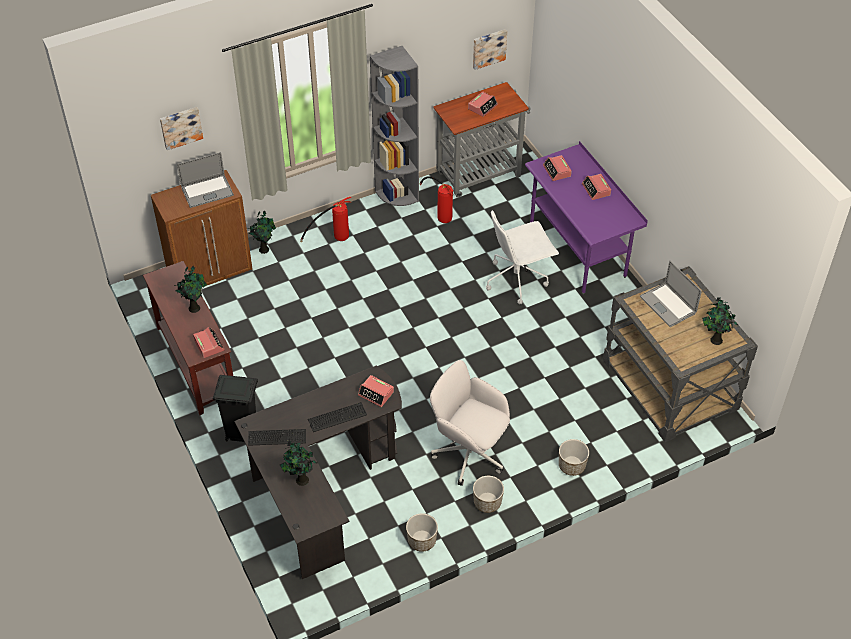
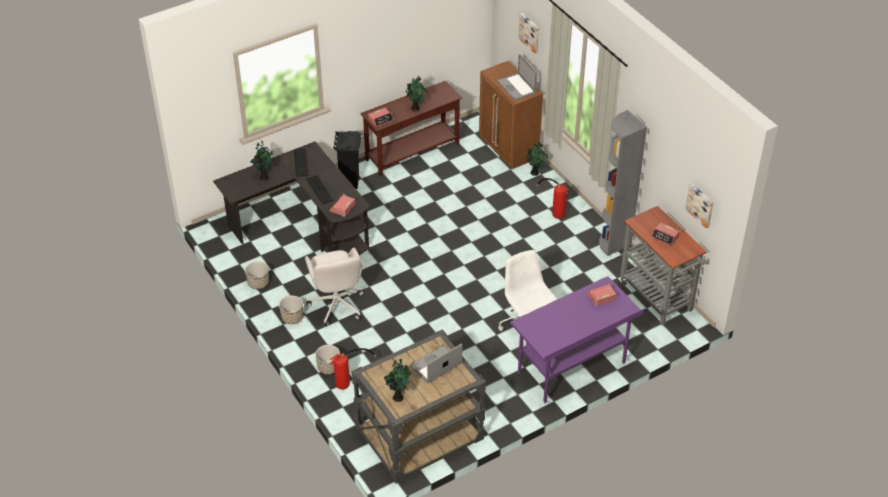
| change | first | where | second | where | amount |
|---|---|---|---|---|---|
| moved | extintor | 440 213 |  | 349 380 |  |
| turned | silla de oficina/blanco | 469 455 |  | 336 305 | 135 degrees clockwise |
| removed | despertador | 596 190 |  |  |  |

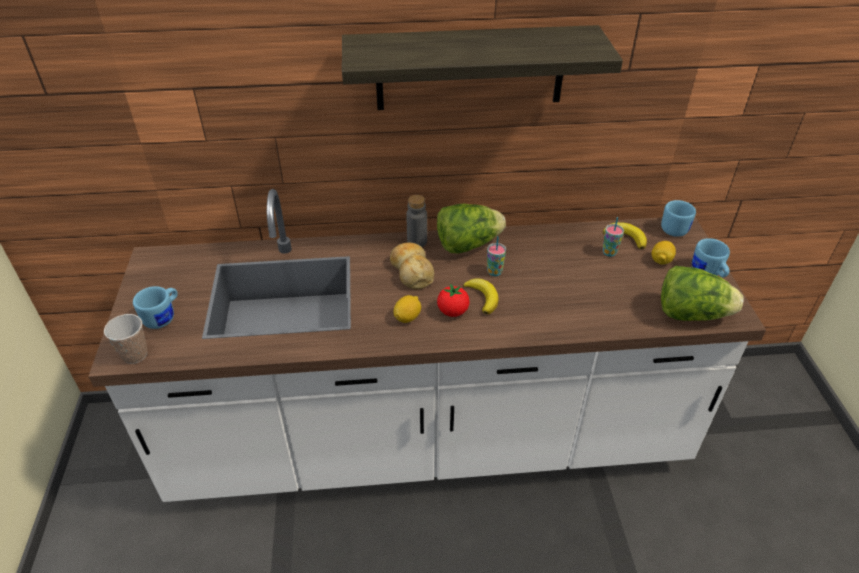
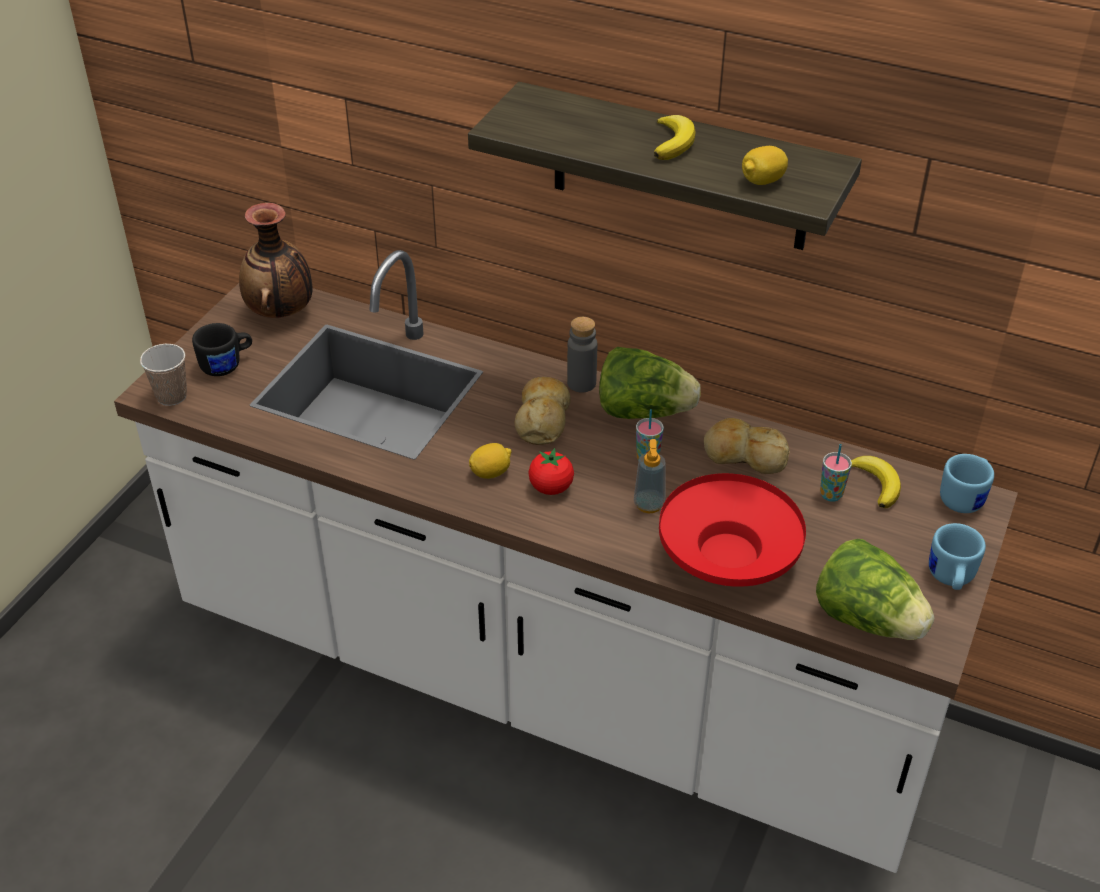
| change | first | where | second | where | amount |
|---|---|---|---|---|---|
| recoloured | taza grande/azul | 163 317 | taza grande/negro | 227 365 |  |
| moved | plátano | 482 297 |  | 673 142 |  |
| moved | limón | 661 261 |  | 762 181 |  |
| added |  |  | florero | 281 312 |  |
| added |  |  | dispensador de jabón | 649 504 |  |
| added |  |  | cuenco/rojo | 728 556 |  |
| added |  |  | pan | 745 456 |  |

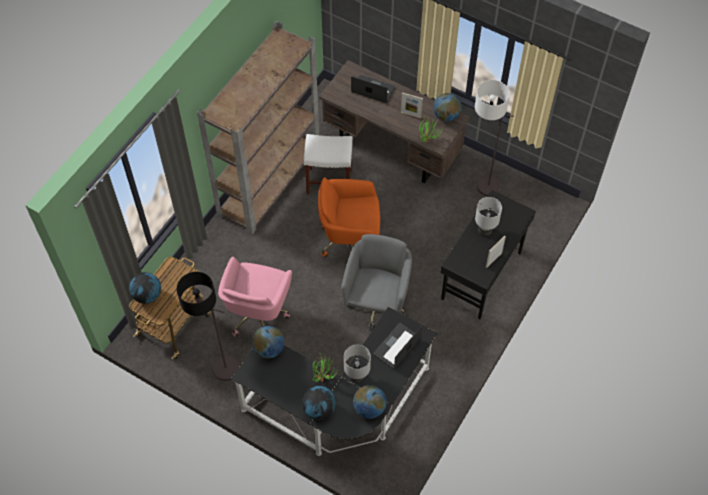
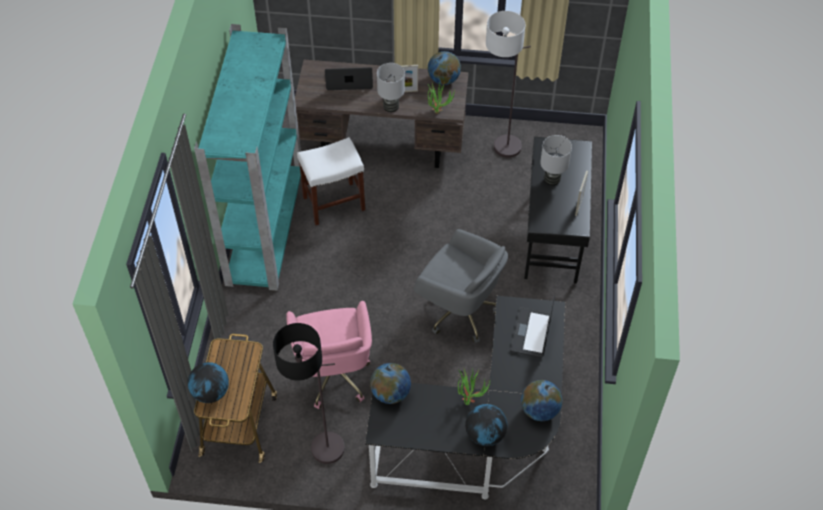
| change | first | where | second | where | amount |
|---|---|---|---|---|---|
| recoloured | estantería/marrón | 269 180 | estantería/turquesa | 265 226 |  |
| removed | silla de oficina/naranja | 350 241 |  |  |  |
| turned | silla de oficina/gris | 376 305 |  | 459 312 | 135 degrees clockwise |
| moved | lámpara de mesa/gris | 357 376 |  | 391 106 |  |

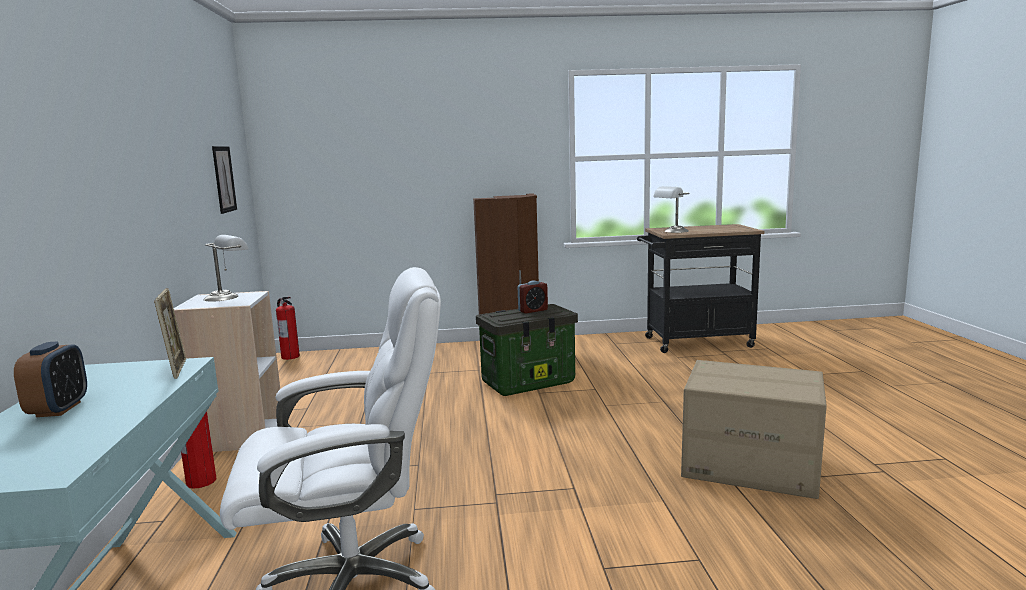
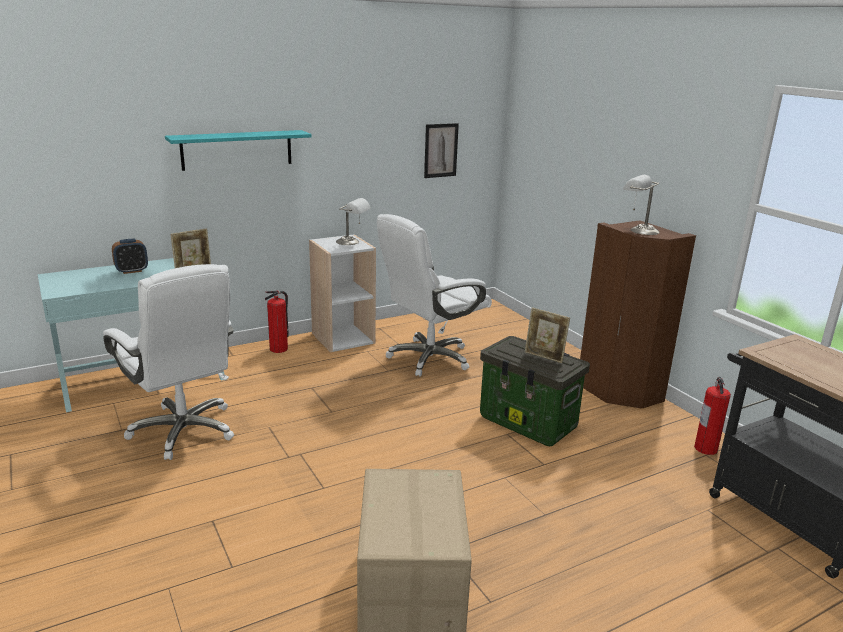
| change | first | where | second | where | amount |
|---|---|---|---|---|---|
| moved | extintor | 290 356 |  | 705 448 |  |
| replaced | despertador | 533 310 | portarretratos | 544 357 |  |
| moved | lámpara de mesa/blanco | 673 231 |  | 638 230 |  |
| added |  |  | estante/turquesa | 237 149 |  |
| added |  |  | silla de oficina/blanco | 431 357 |  |

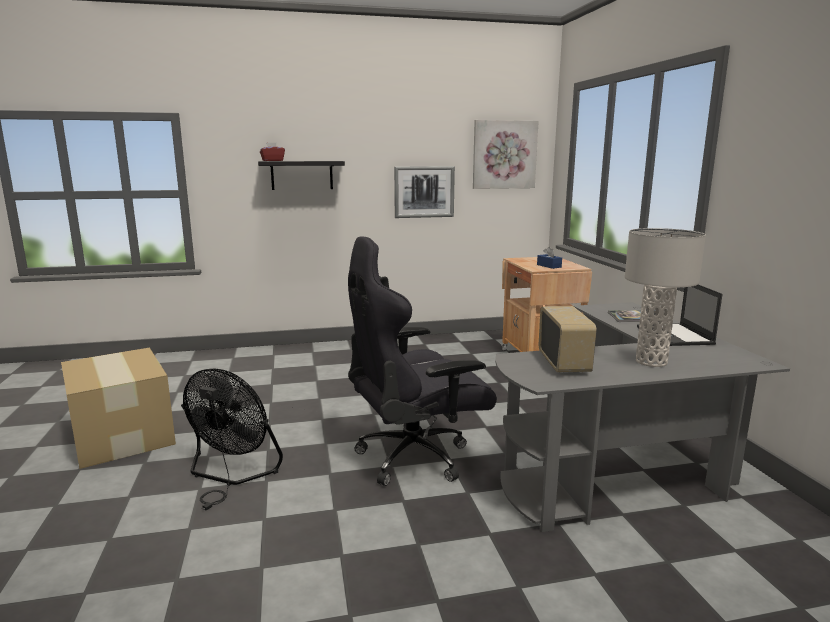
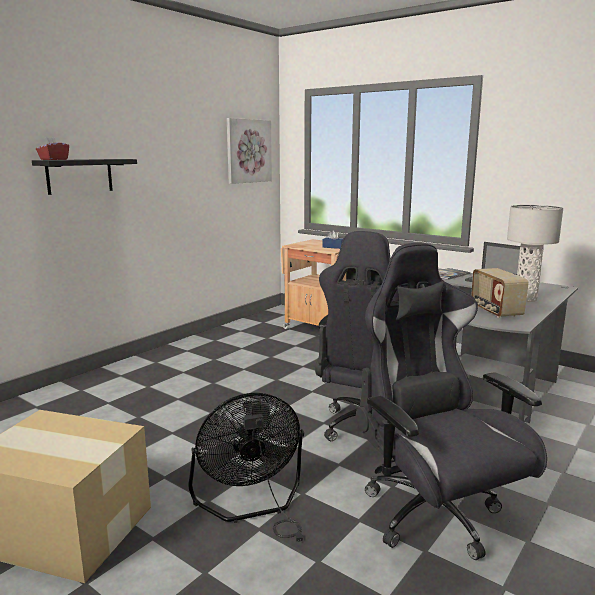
| change | first | where | second | where | amount |
|---|---|---|---|---|---|
| removed | cuadro | 424 192 |  |  |  |
| turned | radio | 564 363 |  | 495 311 | 150 degrees counterclockwise |
| added |  |  | silla de oficina/negro | 437 520 |  |

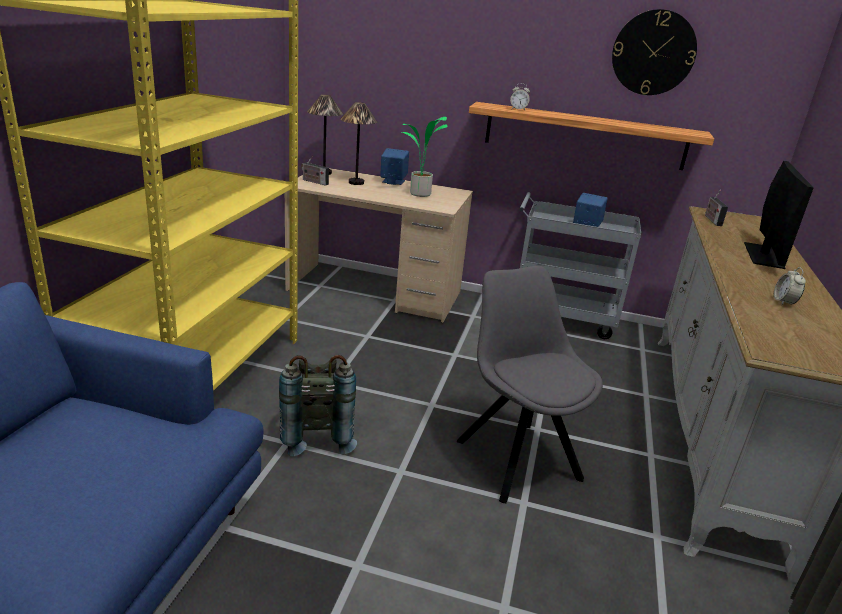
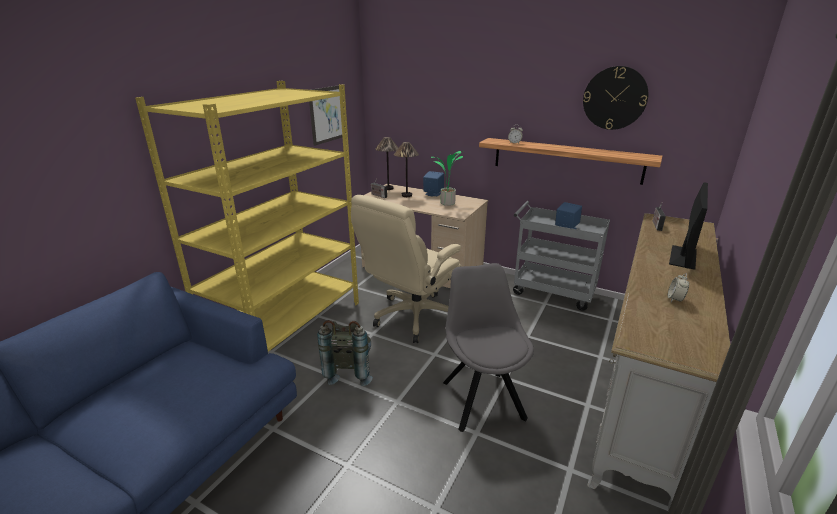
| change | first | where | second | where | amount |
|---|---|---|---|---|---|
| added |  |  | cuadro | 327 114 |  |
| added |  |  | silla de oficina/beis | 411 319 |  |

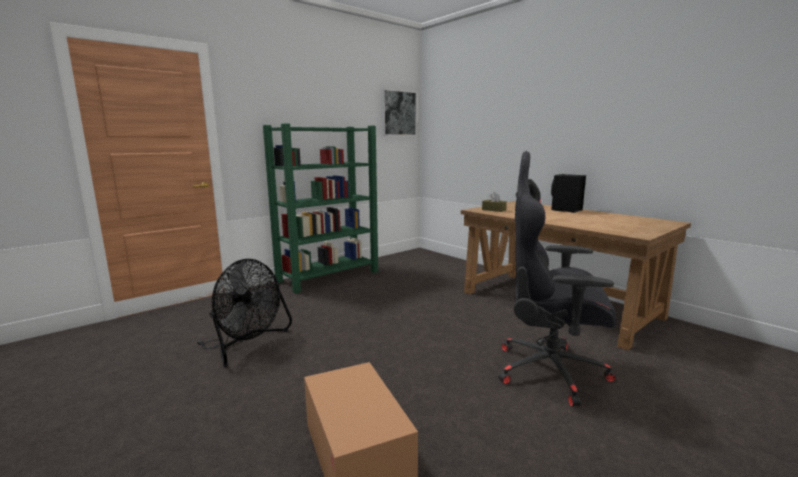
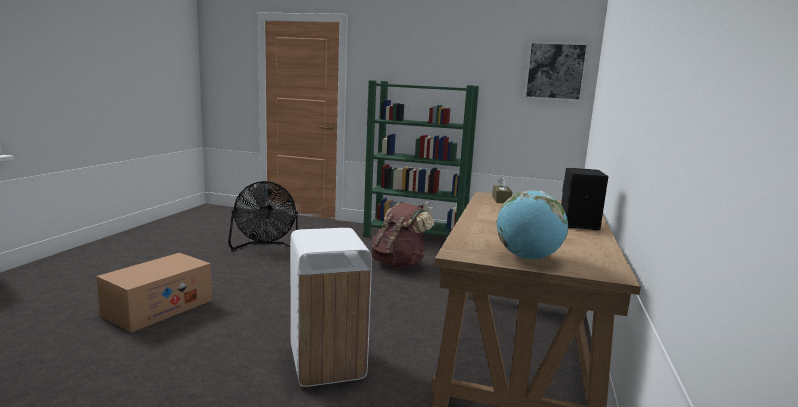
| change | first | where | second | where | amount |
|---|---|---|---|---|---|
| replaced | silla de oficina/negro | 551 371 | papelera/blanco | 327 362 |  |
| added |  |  | mochila/marrón | 398 263 |  |
| added |  |  | globo terráqueo | 528 258 |  |

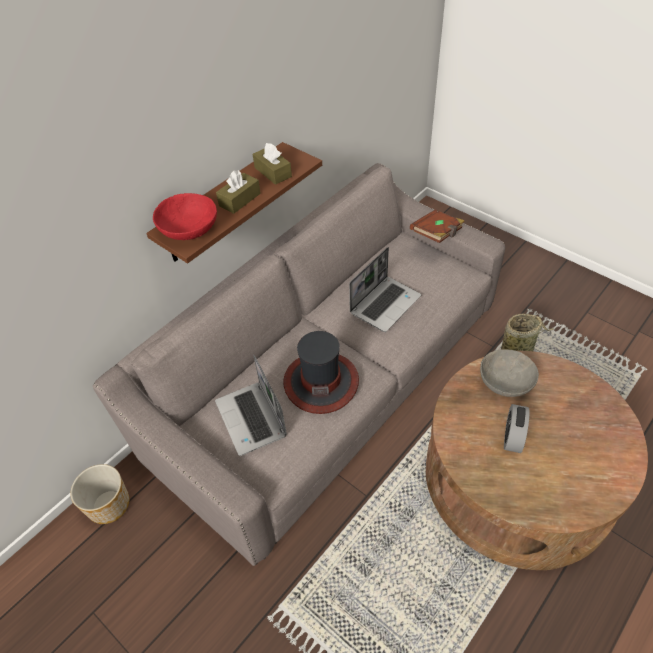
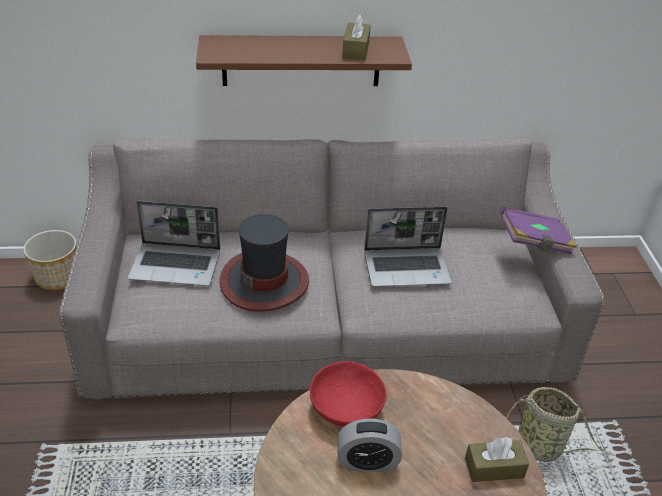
| change | first | where | second | where | amount |
|---|---|---|---|---|---|
| moved | cuenco/rojo | 189 230 |  | 345 408 |  |
| turned | portátil | 252 419 |  | 177 265 | 105 degrees counterclockwise |
| moved | caja de pañuelos/marrón | 240 200 |  | 494 468 |  |
| recoloured | libro/marrón | 437 234 | libro/morado | 534 243 |  |
| removed | cuenco/gris | 505 382 |  |  |  |
| turned | despertador | 512 437 |  | 367 461 | 150 degrees counterclockwise |

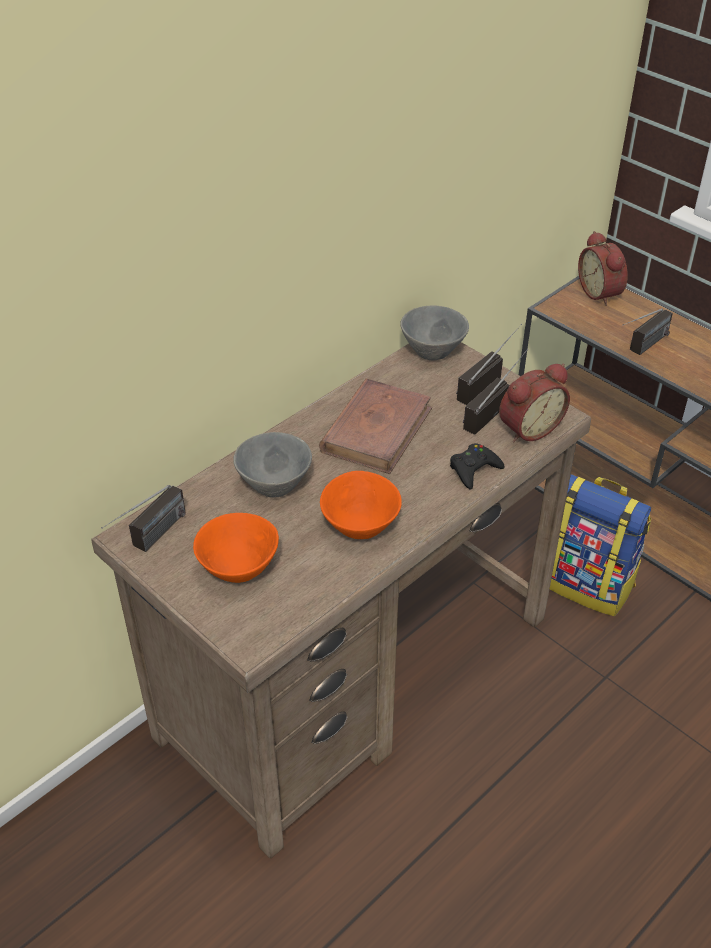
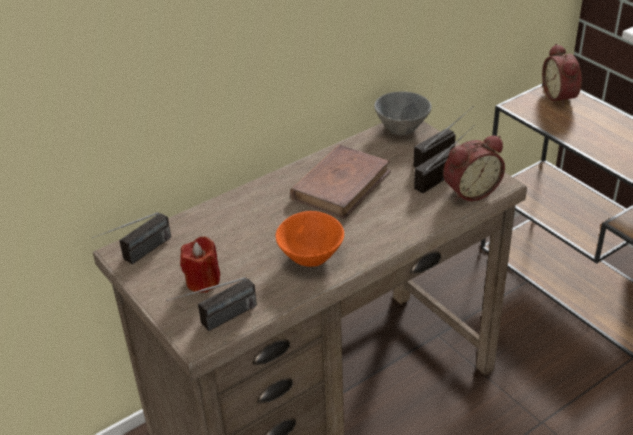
| change | first | where | second | where | amount |
|---|---|---|---|---|---|
| replaced | cuenco/naranja | 237 567 | vela/rojo | 203 281 |  |
| removed | cuenco/gris | 276 483 |  |  |  |
| removed | mando de consola/negro | 474 469 |  |  |  |
| removed | mochila | 586 583 |  |  |  |
| moved | radio | 642 348 |  | 216 322 |  |

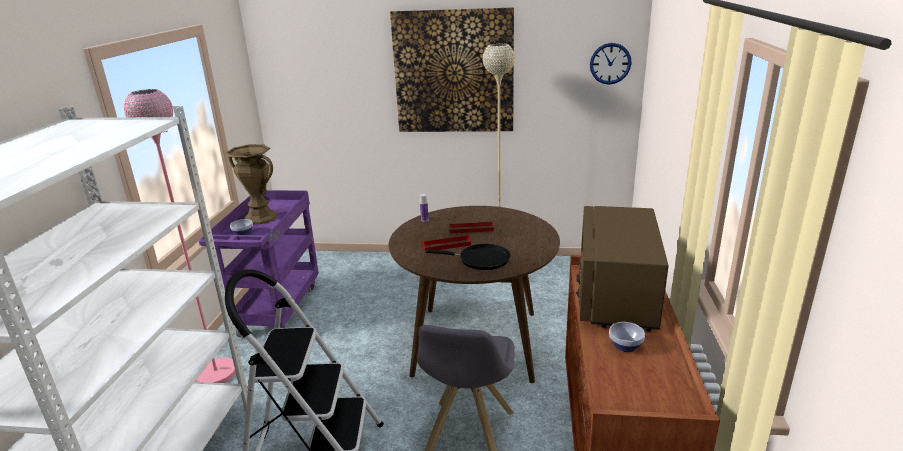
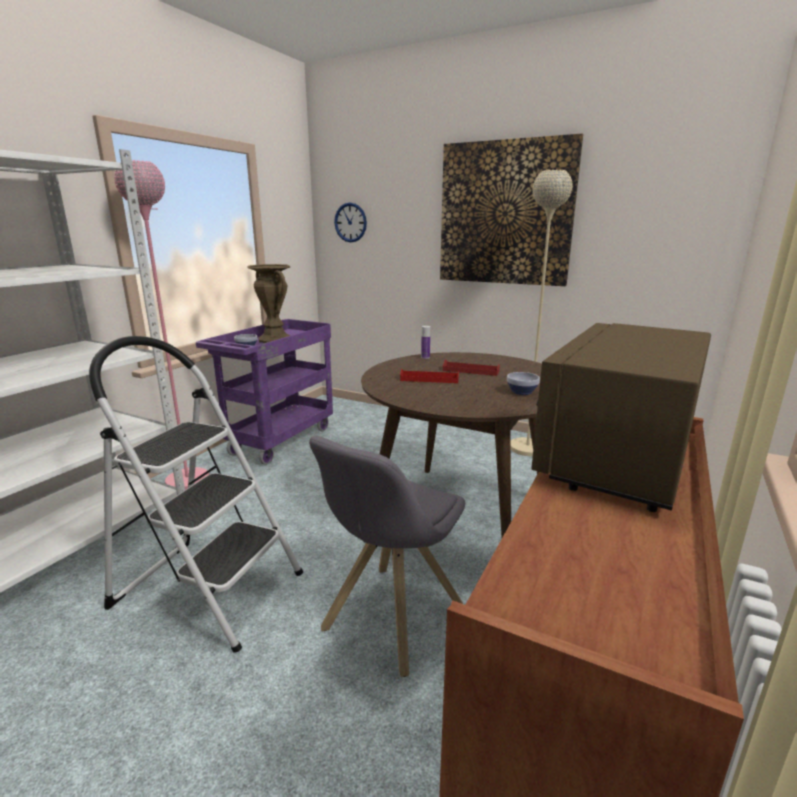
| change | first | where | second | where | amount |
|---|---|---|---|---|---|
| removed | sartén/negro | 480 260 |  |  |  |
| moved | reloj de pared | 610 63 |  | 350 222 |  |
| moved | cuenco | 625 346 |  | 521 392 |  |

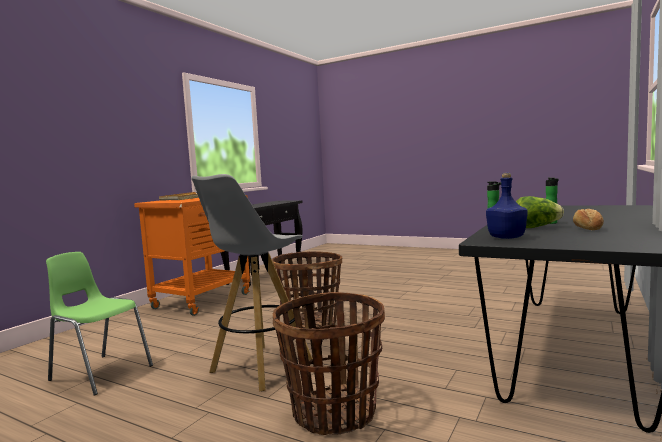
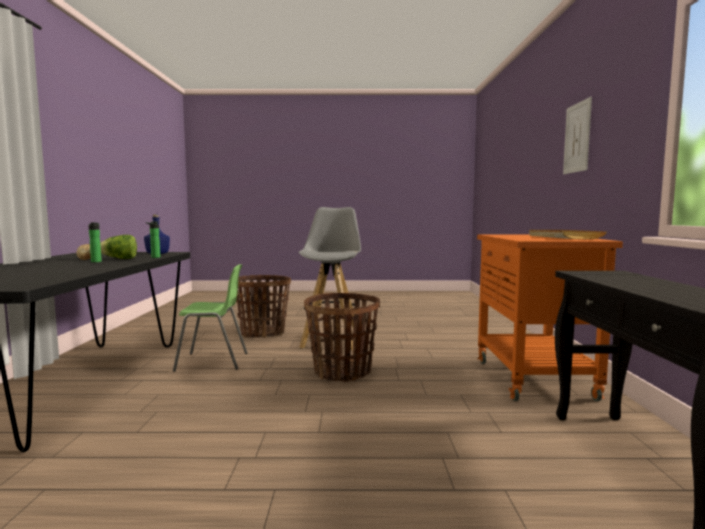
| change | first | where | second | where | amount |
|---|---|---|---|---|---|
| moved | silla/verde | 100 373 |  | 213 362 |  |
| added |  |  | cuadro | 577 137 |  |

